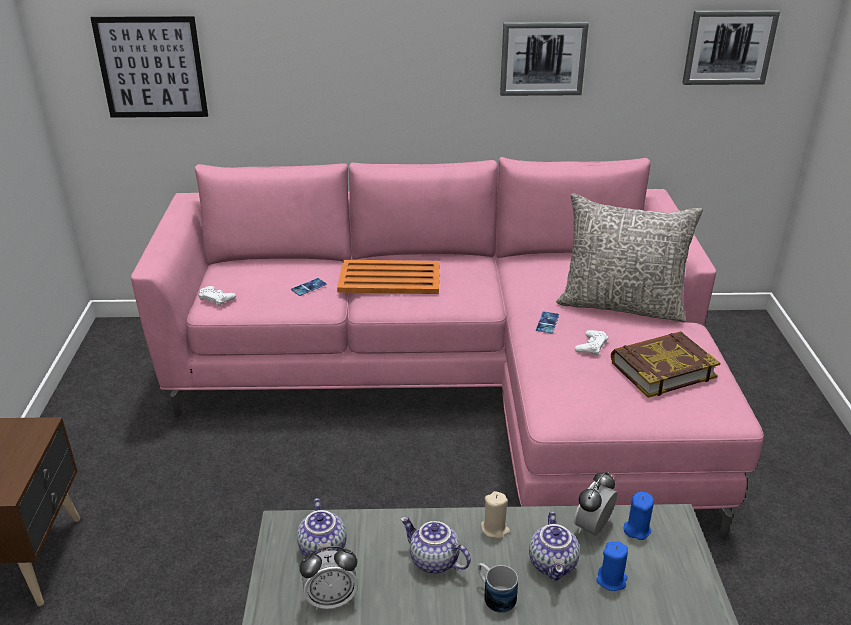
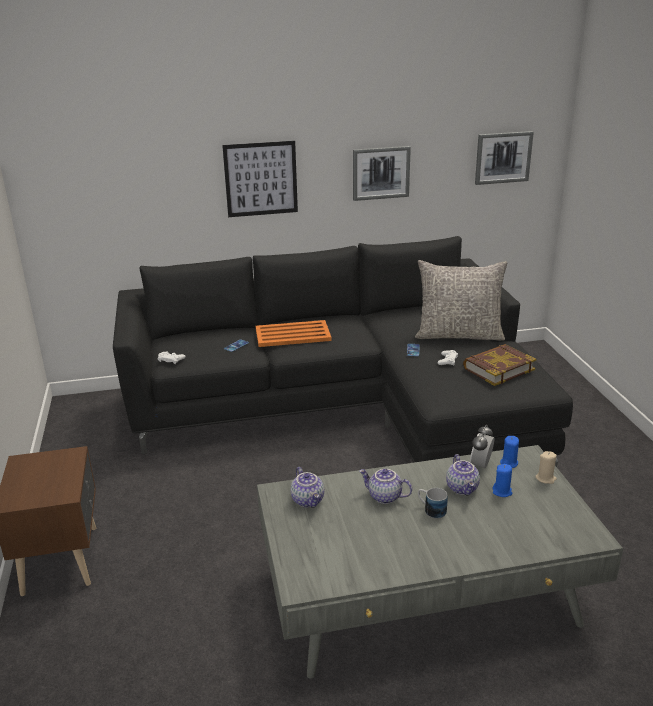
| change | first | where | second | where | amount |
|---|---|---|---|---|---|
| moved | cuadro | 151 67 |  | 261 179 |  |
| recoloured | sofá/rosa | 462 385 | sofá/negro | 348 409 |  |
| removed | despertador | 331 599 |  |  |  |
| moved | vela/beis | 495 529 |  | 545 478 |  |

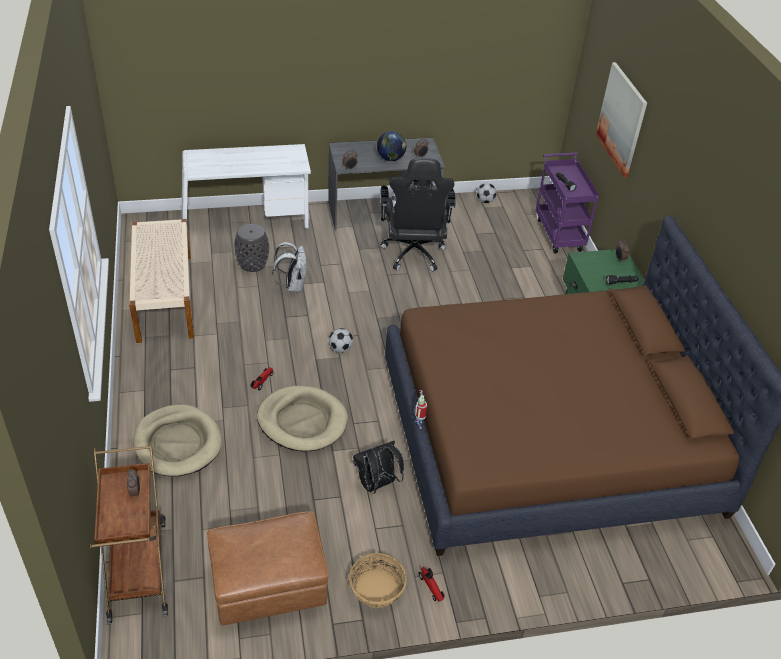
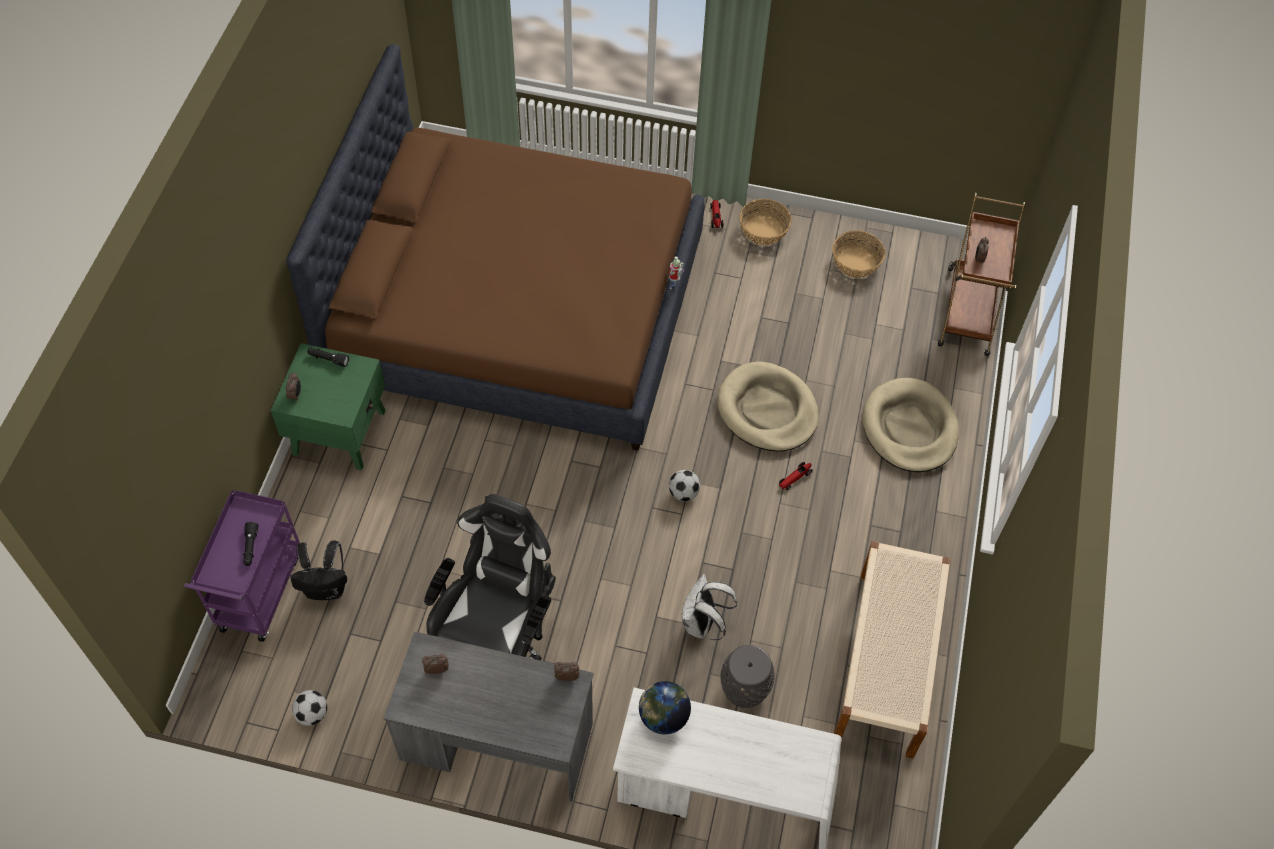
| change | first | where | second | where | amount |
|---|---|---|---|---|---|
| replaced | puf/marrón | 268 586 | cesta | 856 262 |  |
| moved | mochila/negro | 377 485 |  | 327 588 |  |
| moved | globo terráqueo | 390 159 |  | 663 717 |  |
| removed | cuadro | 622 119 |  |  |  |

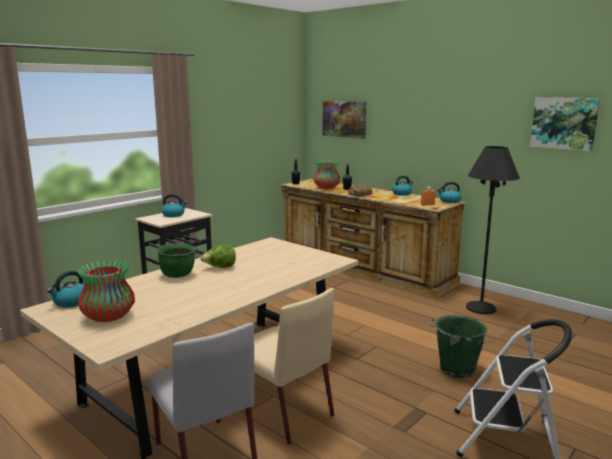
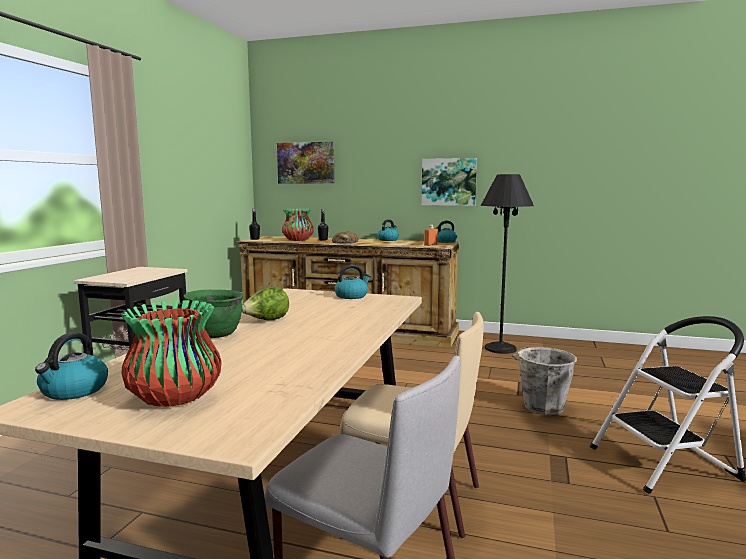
| change | first | where | second | where | amount |
|---|---|---|---|---|---|
| moved | hervidor | 174 215 |  | 351 296 |  |
| recoloured | cubo/verde | 455 368 | cubo/gris | 541 406 |  |
| moved | cuadro | 564 123 |  | 449 182 |  |

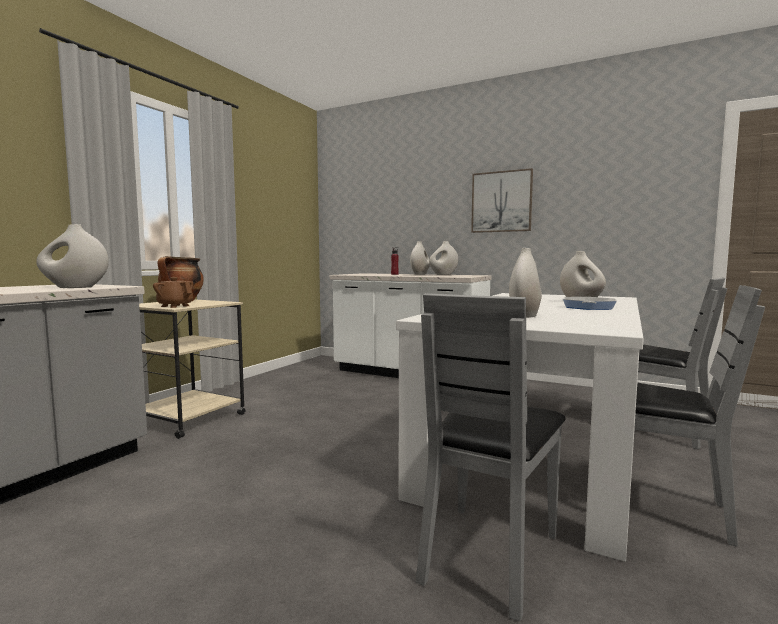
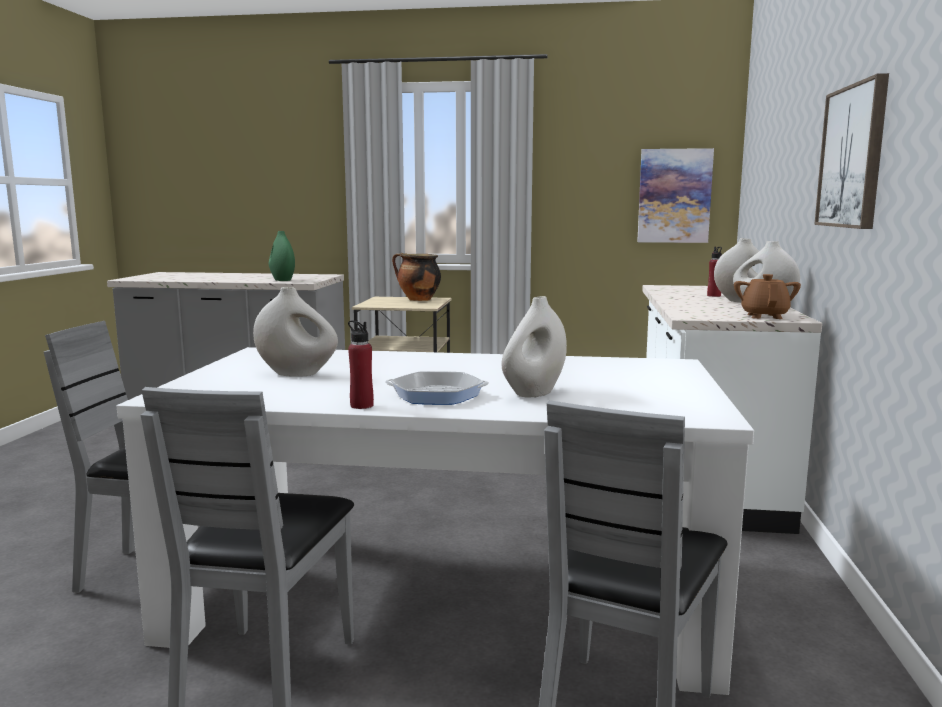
| change | first | where | second | where | amount |
|---|---|---|---|---|---|
| recoloured | florero/blanco | 75 287 | florero/verde | 282 280 |  |
| moved | tetera/marrón | 175 306 |  | 764 316 |  |
| added |  |  | botella/rojo | 361 405 |  |
| added |  |  | cuadro | 674 196 |  |

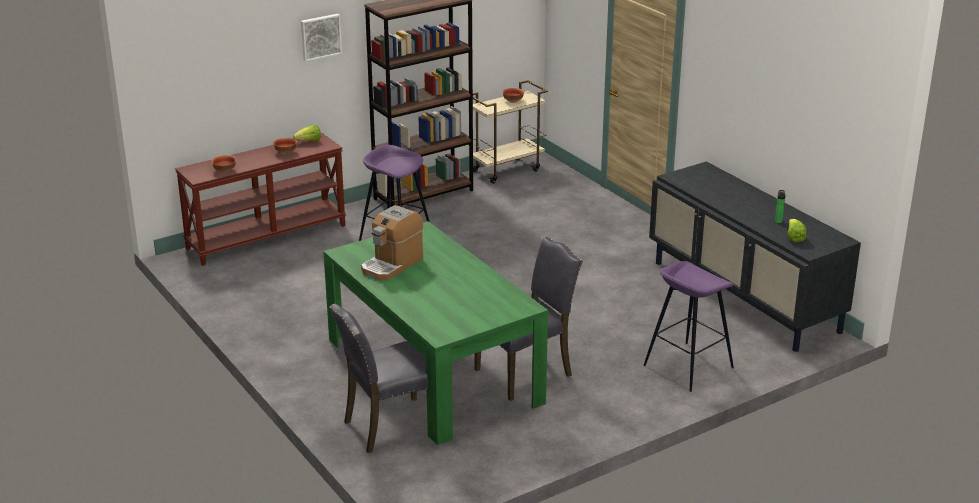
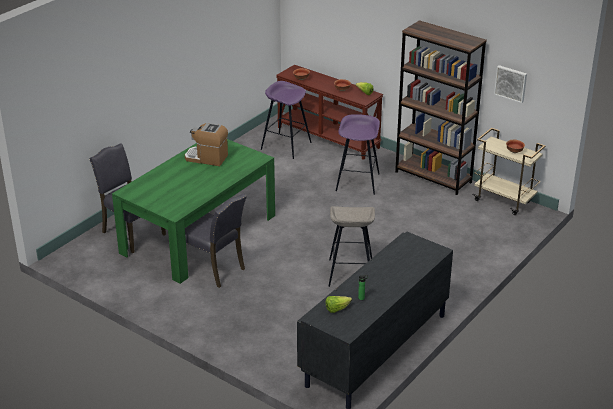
| change | first | where | second | where | amount |
|---|---|---|---|---|---|
| moved | cuadro | 320 36 |  | 511 83 |  |
| moved | taburete/morado | 687 366 |  | 286 146 |  |
| added |  |  | taburete/gris | 350 273 |  |

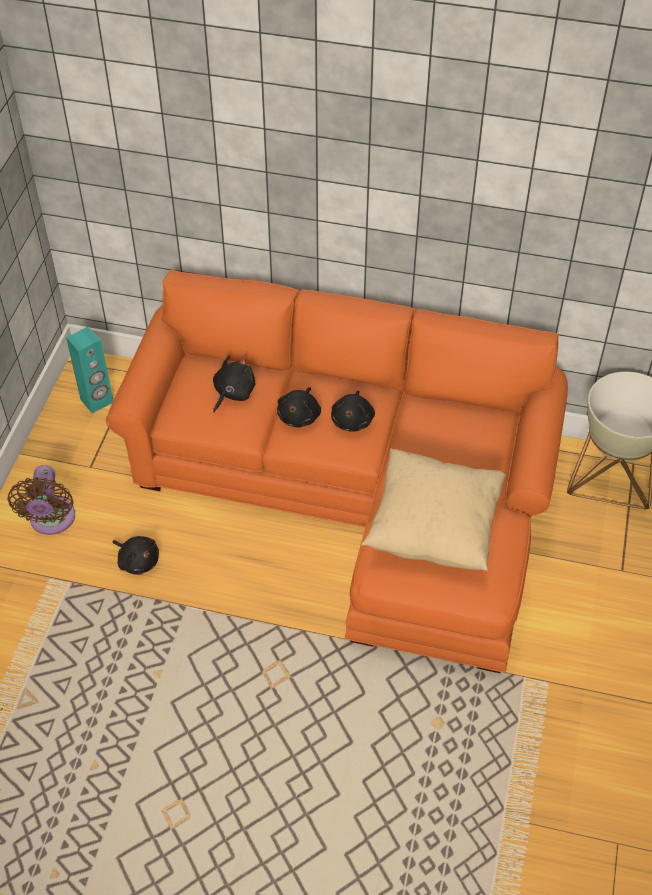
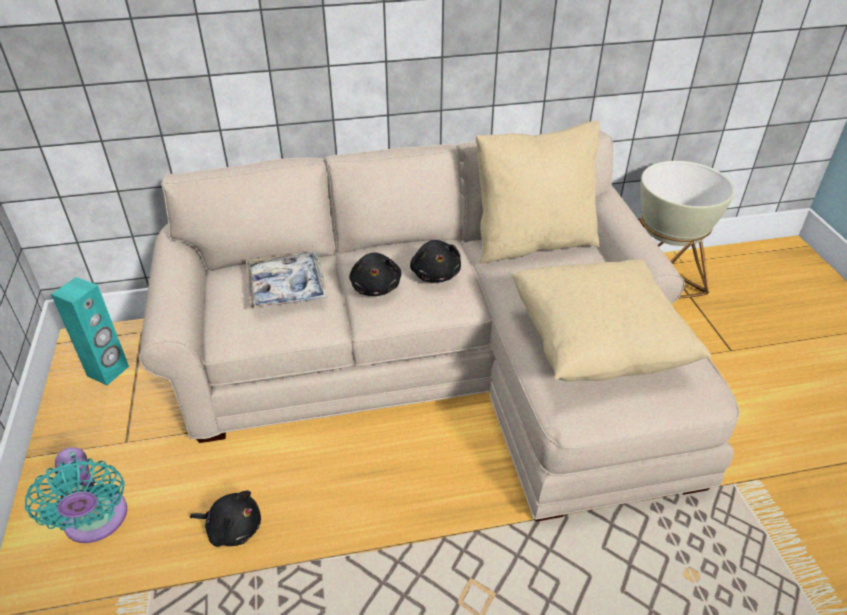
| change | first | where | second | where | amount |
|---|---|---|---|---|---|
| recoloured | ventilador/marrón | 51 521 | ventilador/turquesa | 96 522 |  |
| recoloured | sofá/naranja | 359 491 | sofá/beis | 445 365 |  |
| replaced | peluche/negro | 233 393 | bandeja | 287 287 |  |
| added |  |  | cojín/beis | 532 242 |  |

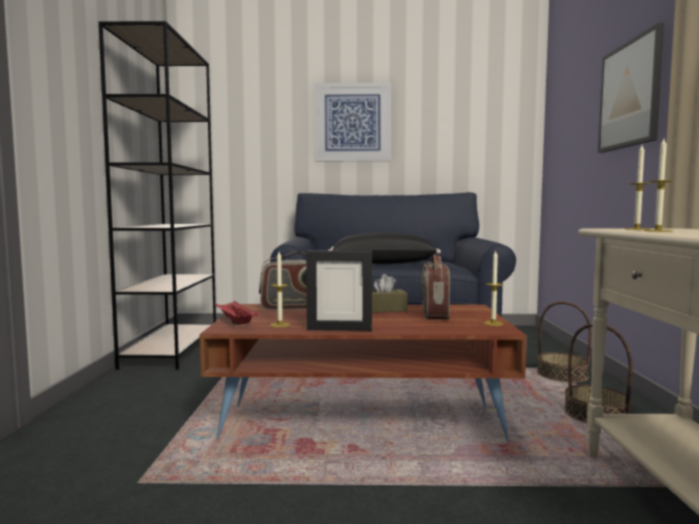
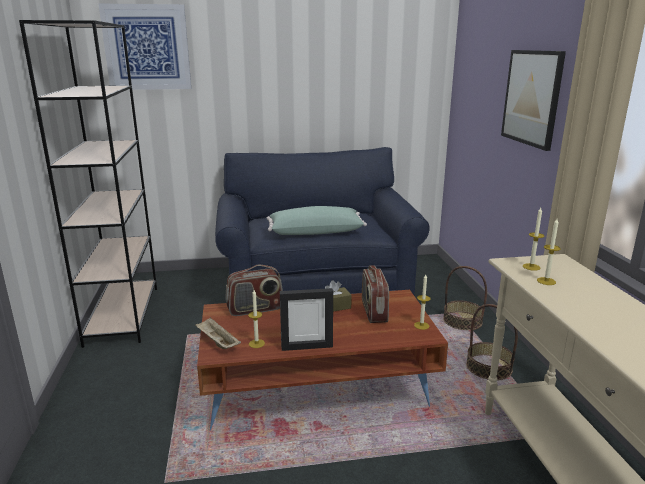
| change | first | where | second | where | amount |
|---|---|---|---|---|---|
| recoloured | bandeja/rojo | 234 322 | bandeja/beis | 217 342 |  |
| moved | cuadro | 352 122 |  | 147 47 |  |
| recoloured | cojín/negro | 383 263 | cojín/verde | 315 232 |  |

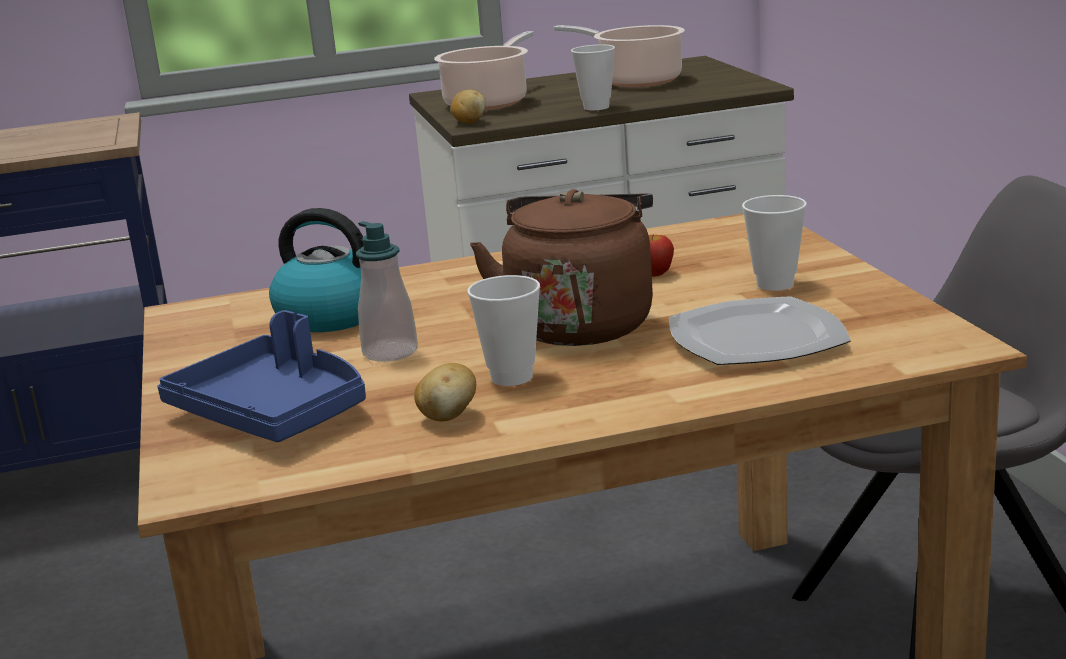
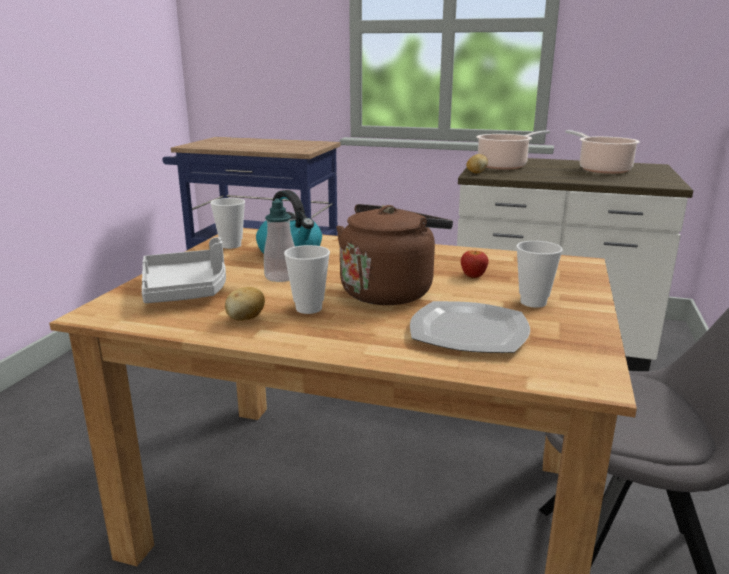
| change | first | where | second | where | amount |
|---|---|---|---|---|---|
| recoloured | bandeja/azul | 274 412 | bandeja/gris | 186 289 |  |
| moved | taza | 596 107 |  | 231 245 |  |

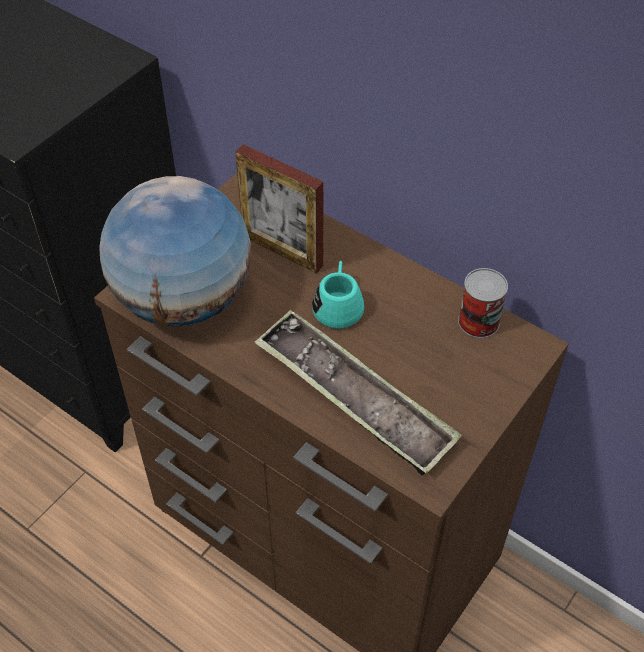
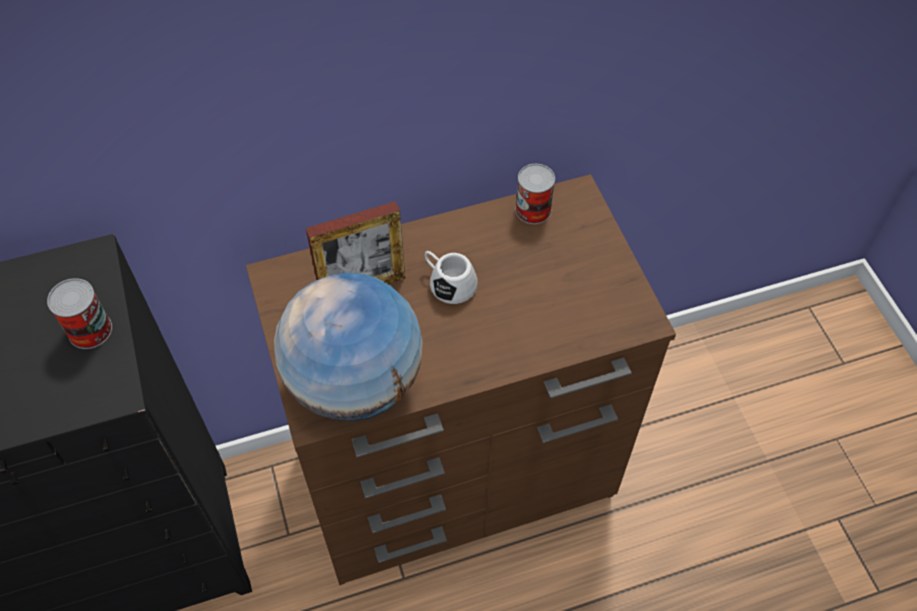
| change | first | where | second | where | amount |
|---|---|---|---|---|---|
| removed | bandeja | 354 398 |  |  |  |
| recoloured | taza grande/turquesa | 338 305 | taza grande/blanco | 448 283 |  |
| added |  |  | lata | 90 330 |  |

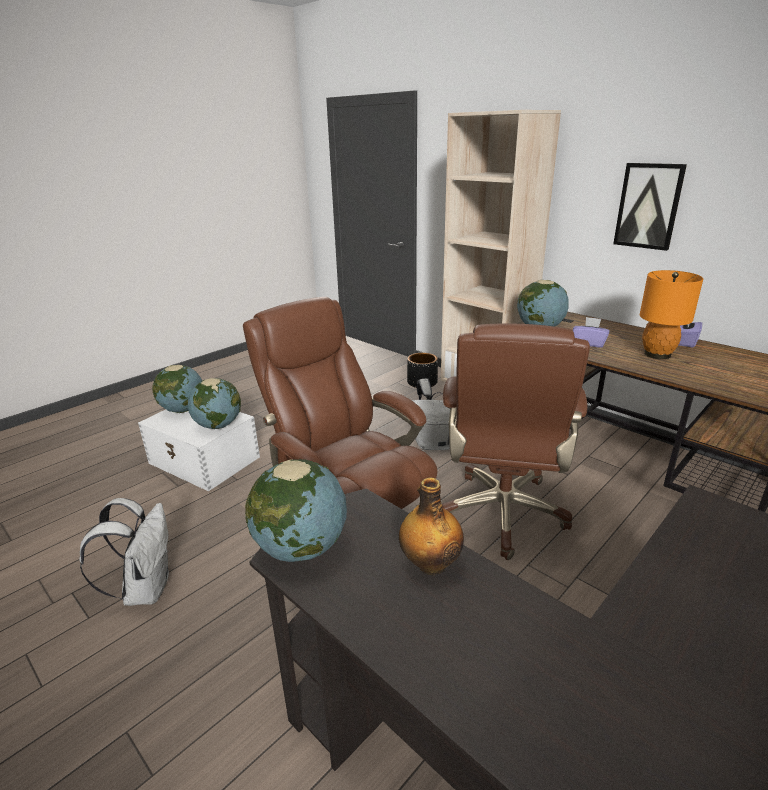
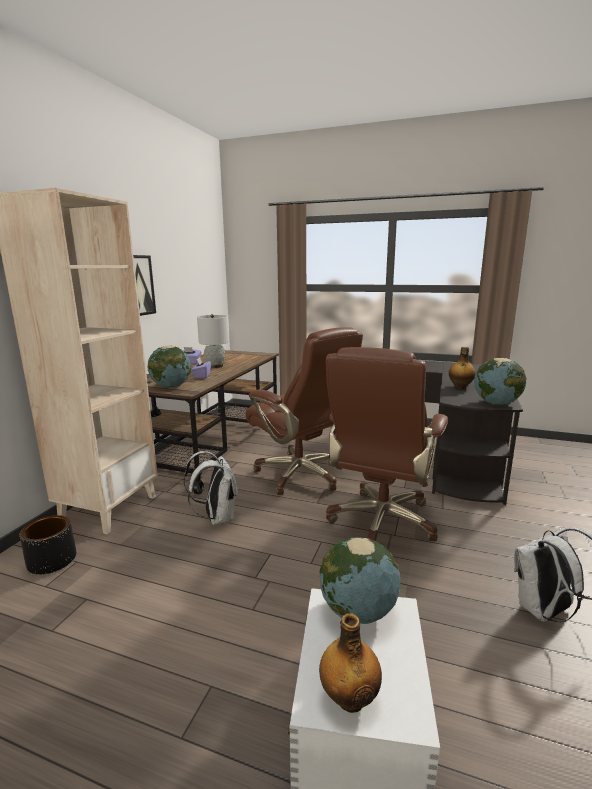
| change | first | where | second | where | amount |
|---|---|---|---|---|---|
| replaced | globo terráqueo | 183 409 | botella | 349 698 |  |
| turned | silla de oficina/marrón | 501 516 |  | 300 476 | 60 degrees clockwise |
| recoloured | lámpara de mesa/naranja | 657 354 | lámpara de mesa/blanco | 215 366 |  |

